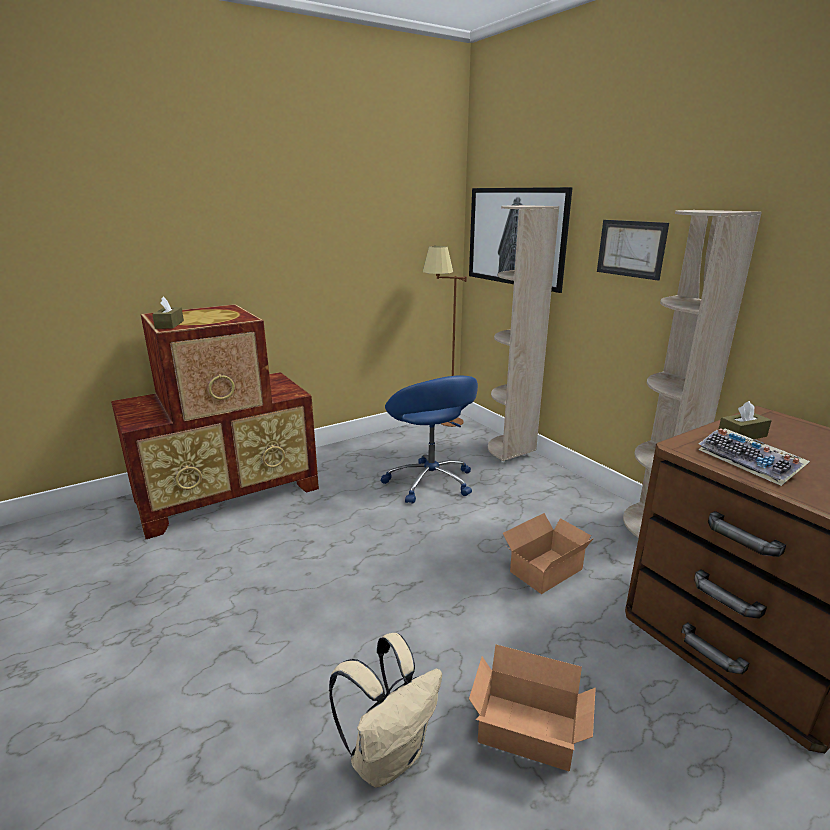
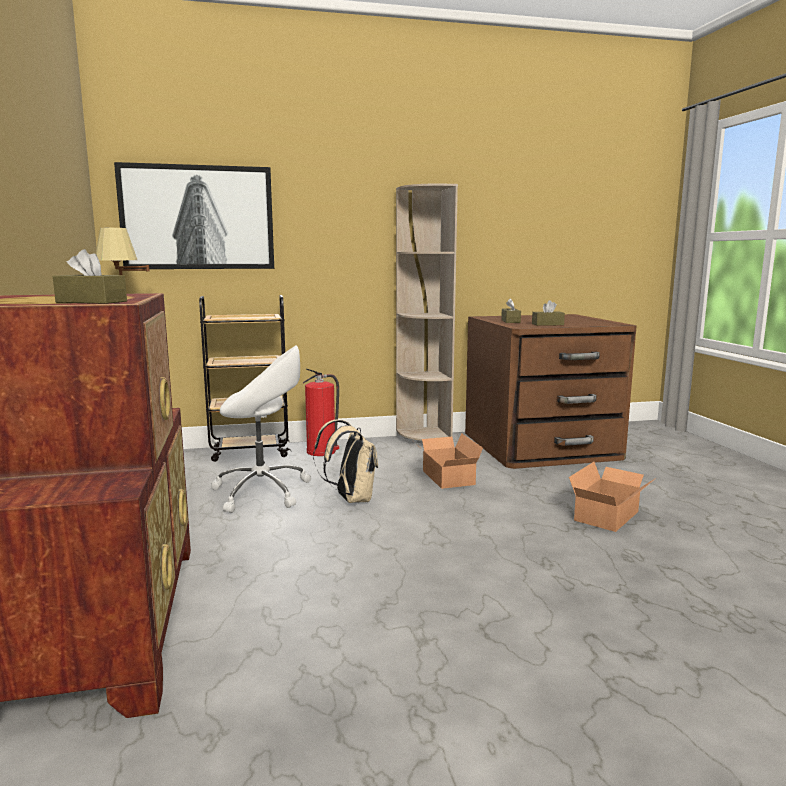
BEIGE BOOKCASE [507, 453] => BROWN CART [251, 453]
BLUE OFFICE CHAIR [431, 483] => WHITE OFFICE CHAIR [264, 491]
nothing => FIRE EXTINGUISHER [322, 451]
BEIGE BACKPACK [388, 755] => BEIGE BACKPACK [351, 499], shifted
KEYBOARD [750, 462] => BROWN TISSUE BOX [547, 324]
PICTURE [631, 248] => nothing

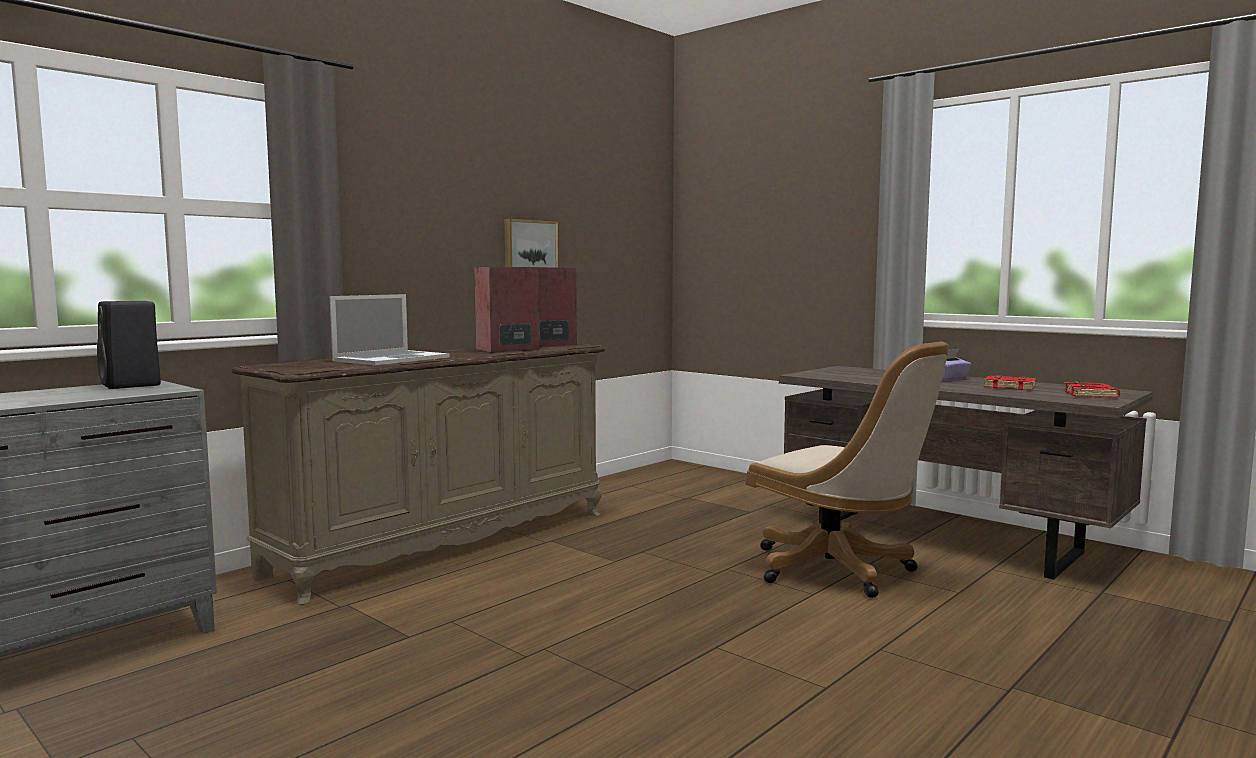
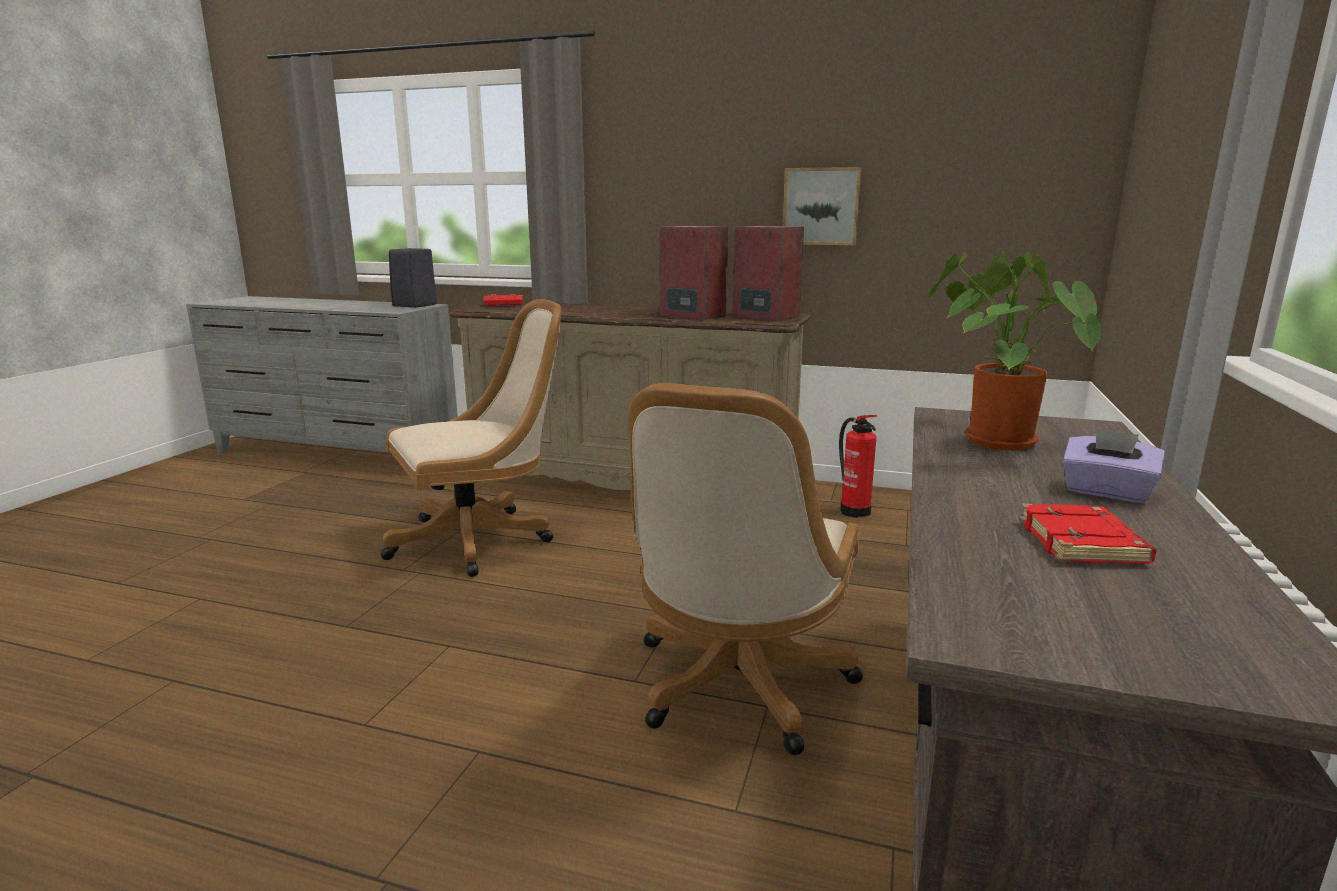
nothing => OFFICE CHAIR [481, 538]
RED BOOK [1091, 395] => RED BOOK [503, 304], shifted
nothing => FIRE EXTINGUISHER [853, 510]
nothing => POTTED PLANT [992, 440]
LAPTOP [391, 359] => nothing

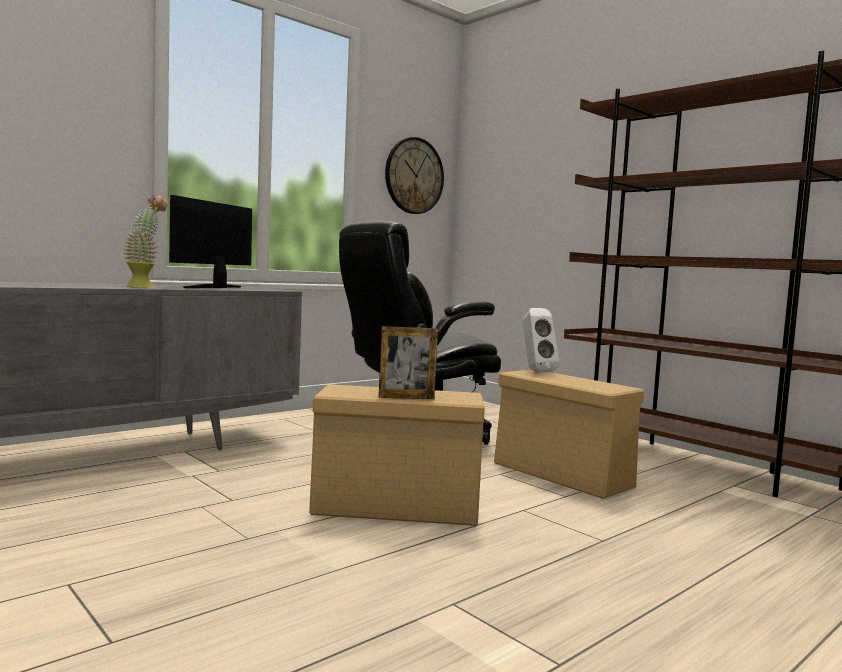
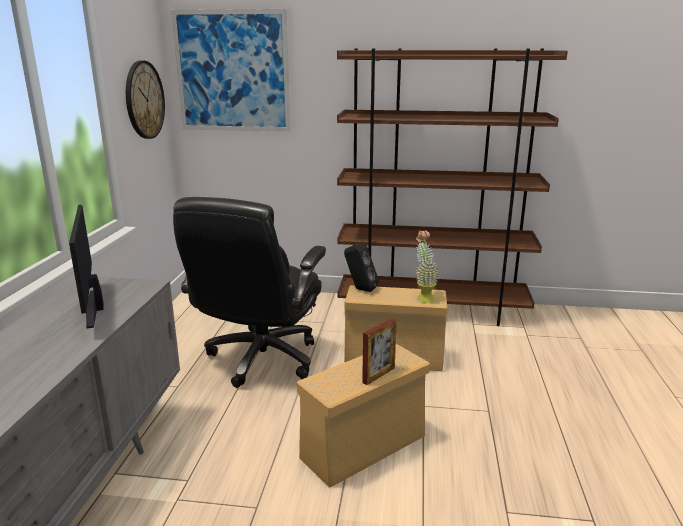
nothing => PICTURE [232, 72]
WHITE SPEAKER [535, 371] => BLACK SPEAKER [360, 289]
POTTED PLANT [145, 287] => POTTED PLANT [423, 297], shifted

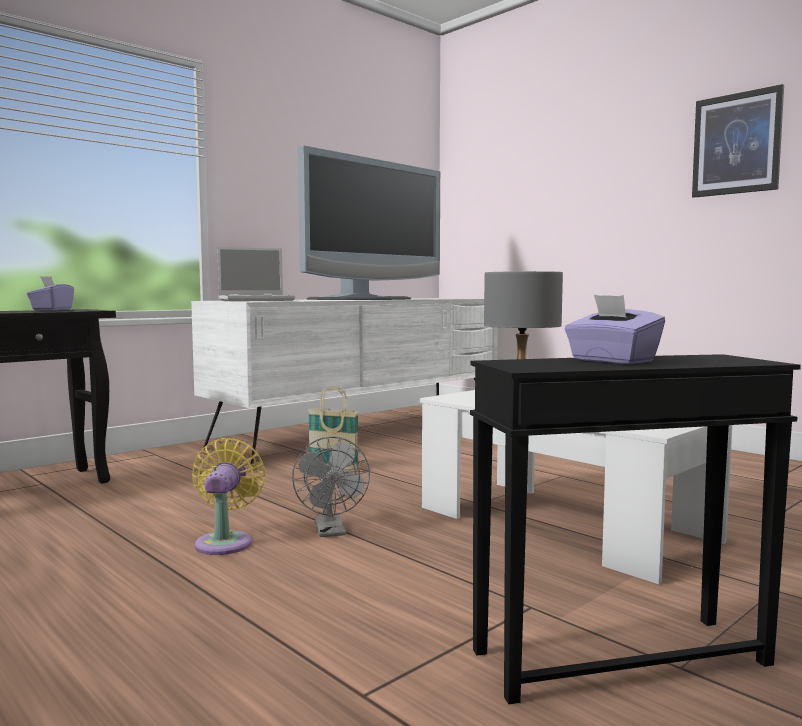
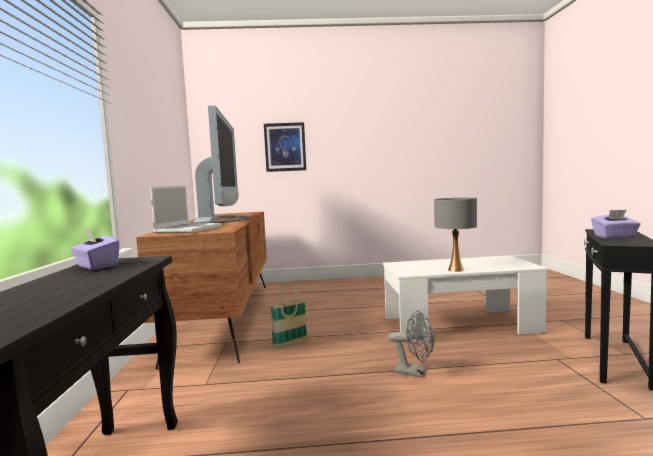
WHITE TV STAND [363, 432] => BROWN TV STAND [225, 317]
PICTURE [736, 144] => PICTURE [285, 147], shifted
YELLOW FAN [225, 541] => nothing

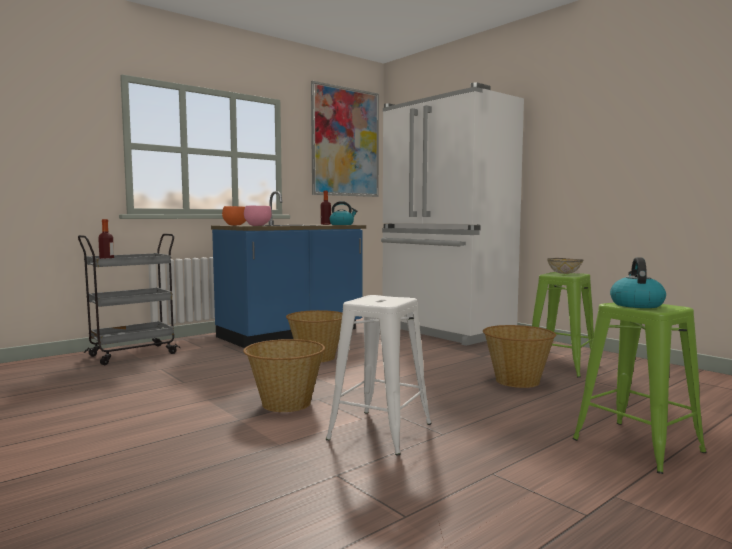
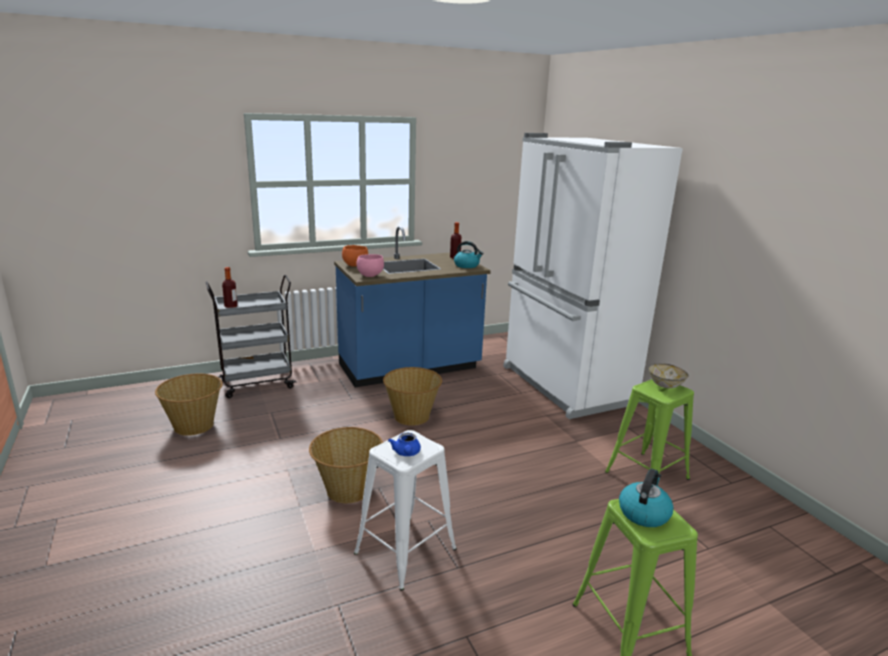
BASKET [517, 380] => BASKET [194, 425], shifted
nothing => BLUE TEAPOT [406, 453]
PICTURE [345, 142] => nothing

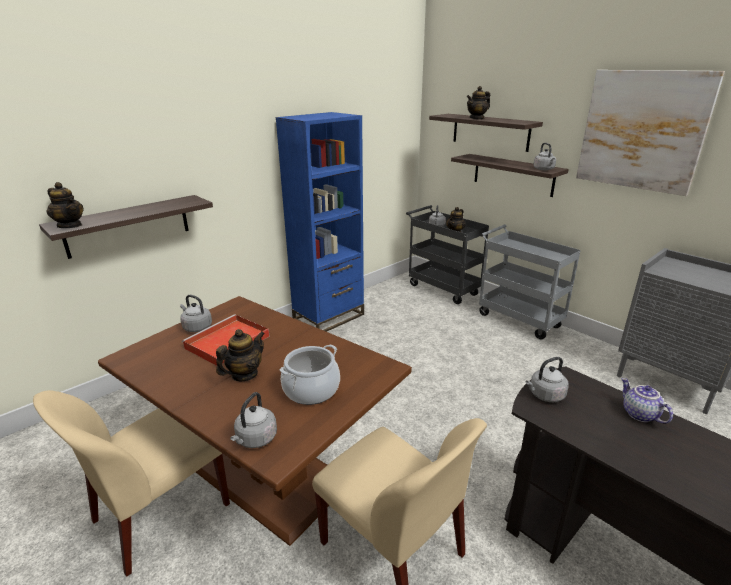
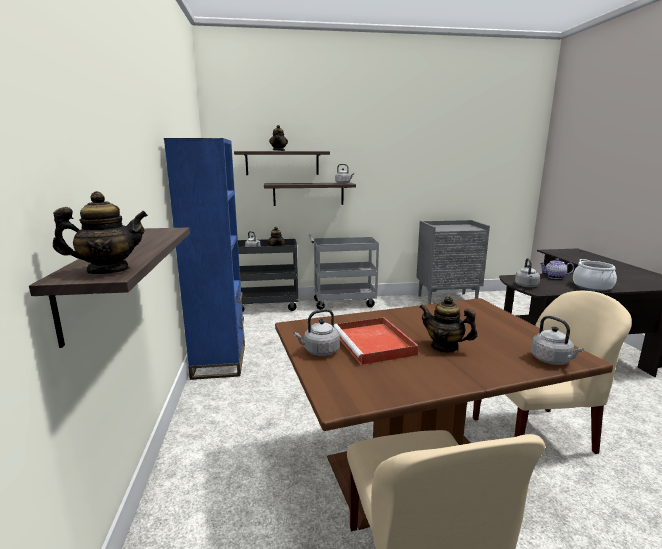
TEAPOT [244, 374] => TEAPOT [444, 347], 45 degrees counterclockwise
COOKING POT [311, 389] => COOKING POT [592, 286], shifted
PICTURE [642, 131] => nothing

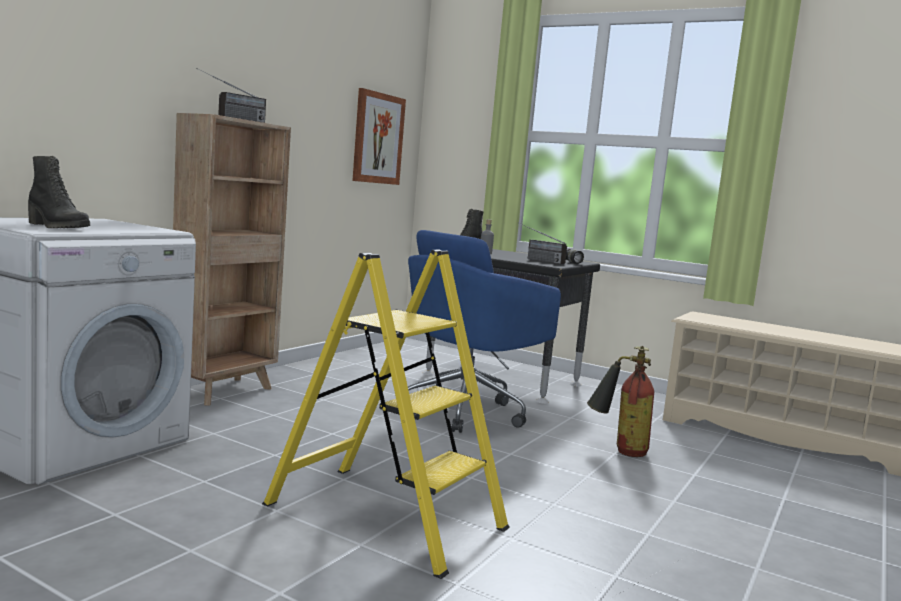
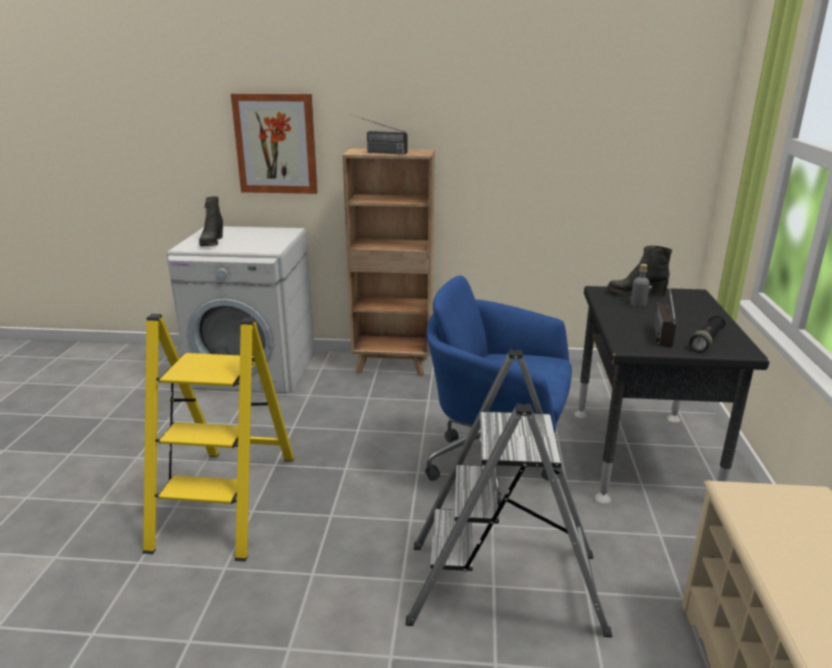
PICTURE [377, 138] => PICTURE [276, 144], shifted
FIRE EXTINGUISHER [618, 450] => GREY STEP LADDER [507, 586]

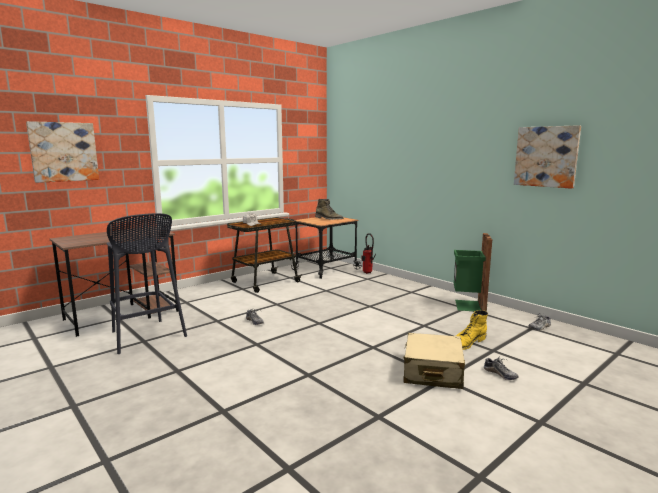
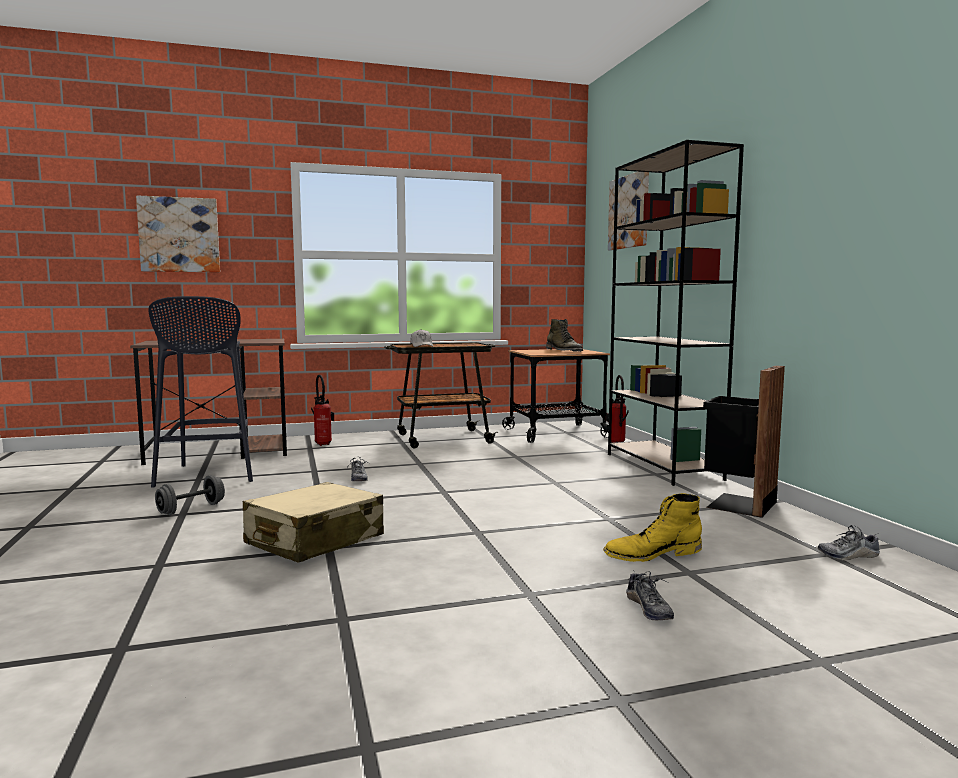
nothing => GREY DUMBBELL [191, 509]
BEIGE SUITCASE [432, 372] => BEIGE SUITCASE [314, 540], shifted
nothing => FIRE EXTINGUISHER [323, 443]
nothing => BEIGE BOOKCASE [663, 467]
PICTURE [546, 156] => PICTURE [629, 212], shifted
GREEN TRASH CAN [468, 305] => BLACK TRASH CAN [737, 504]

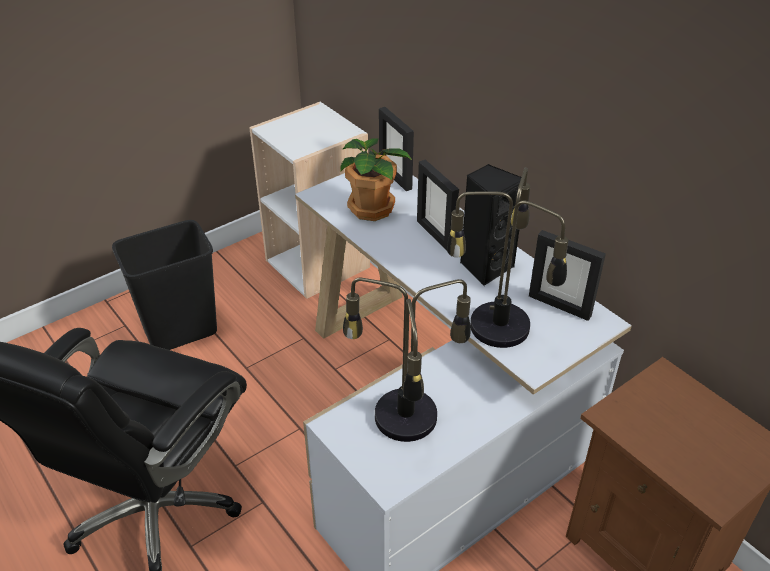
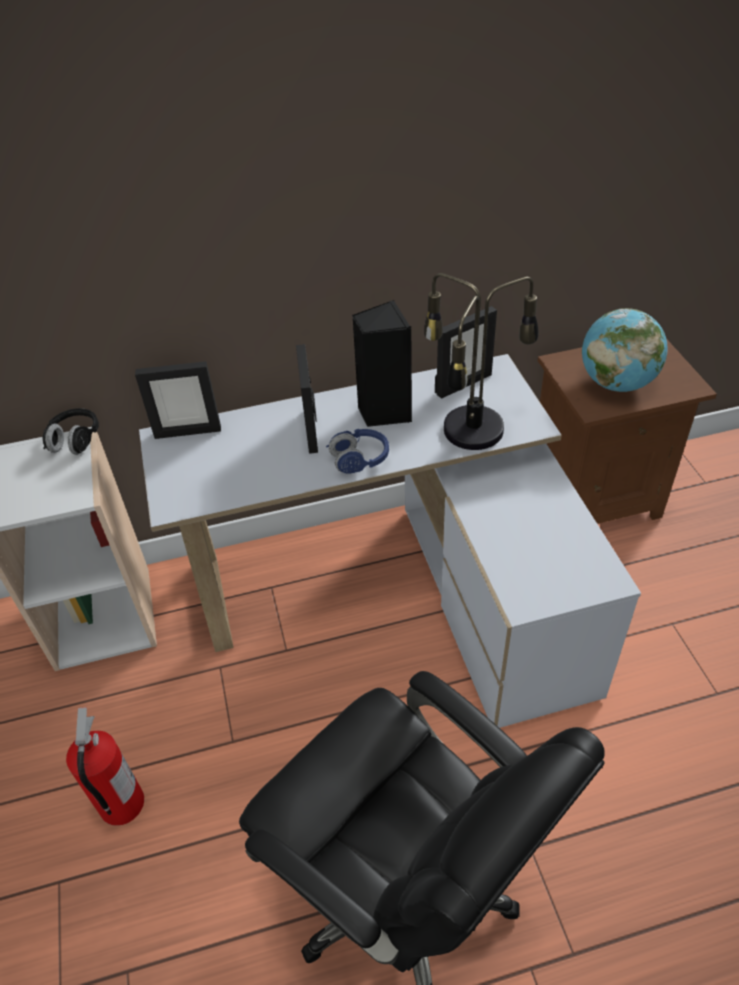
nothing => BLACK HEADPHONES [75, 440]
BLACK TRASH CAN [181, 331] => FIRE EXTINGUISHER [121, 805]
PICTURE FRAME [436, 234] => PICTURE FRAME [312, 430], 90 degrees clockwise
nothing => BLUE HEADPHONES [359, 460]
nothing => GLOBE [616, 383]
POTTED PLANT [372, 208] => nothing
TABLE LAMP [405, 418] => nothing

